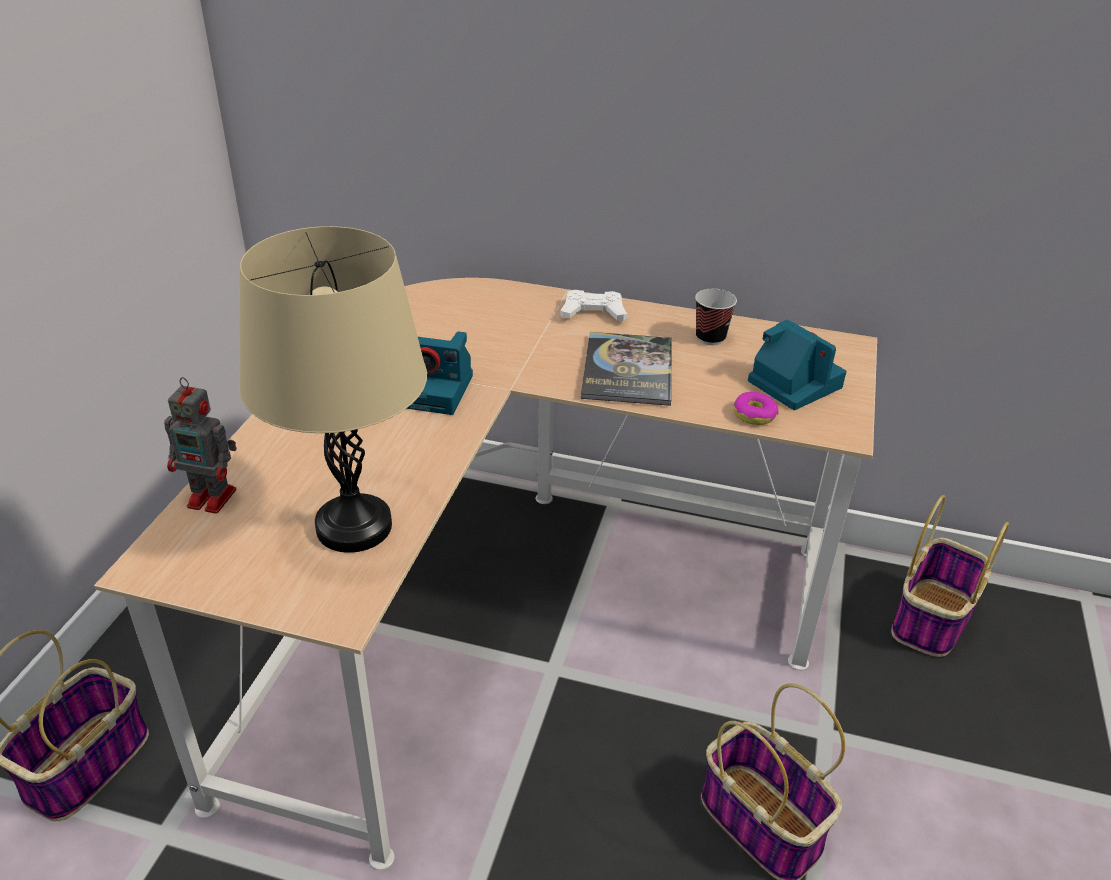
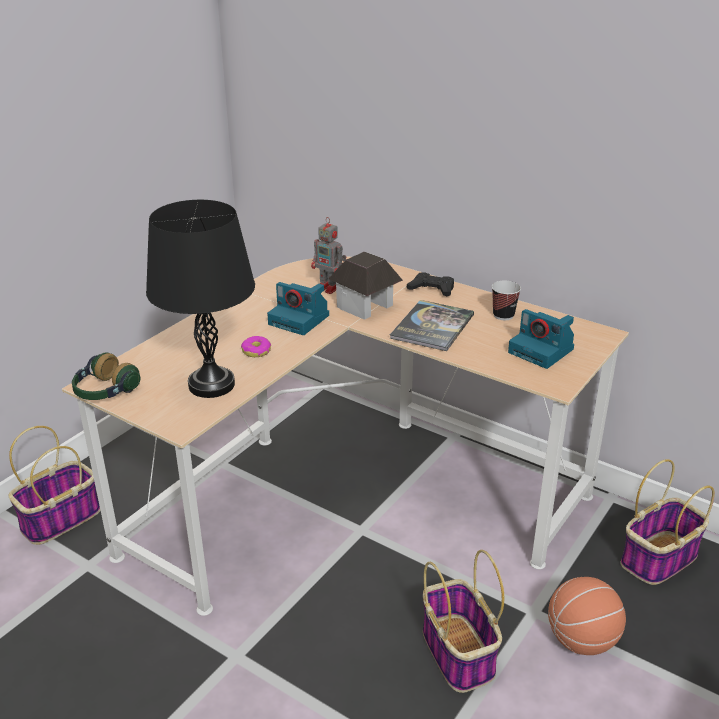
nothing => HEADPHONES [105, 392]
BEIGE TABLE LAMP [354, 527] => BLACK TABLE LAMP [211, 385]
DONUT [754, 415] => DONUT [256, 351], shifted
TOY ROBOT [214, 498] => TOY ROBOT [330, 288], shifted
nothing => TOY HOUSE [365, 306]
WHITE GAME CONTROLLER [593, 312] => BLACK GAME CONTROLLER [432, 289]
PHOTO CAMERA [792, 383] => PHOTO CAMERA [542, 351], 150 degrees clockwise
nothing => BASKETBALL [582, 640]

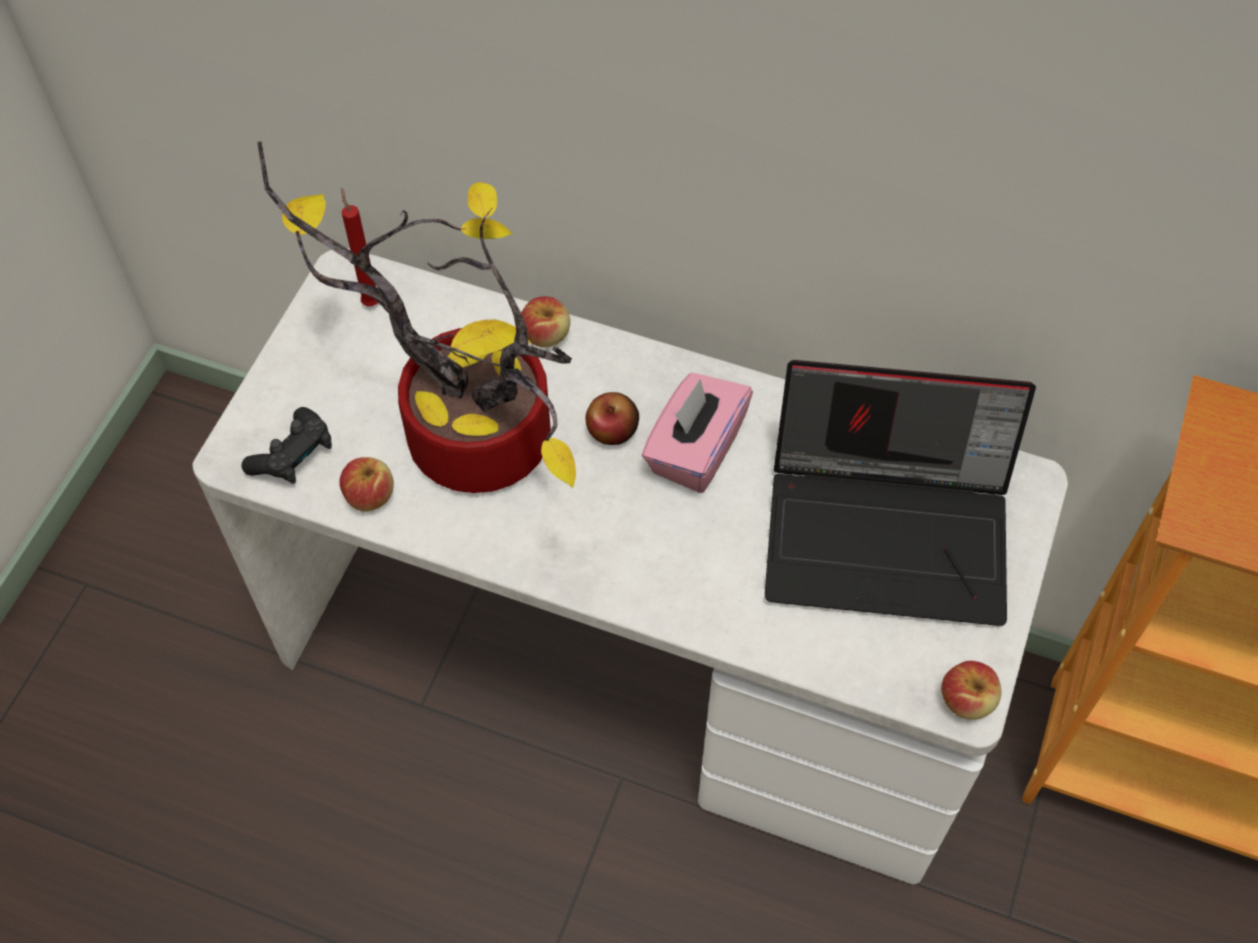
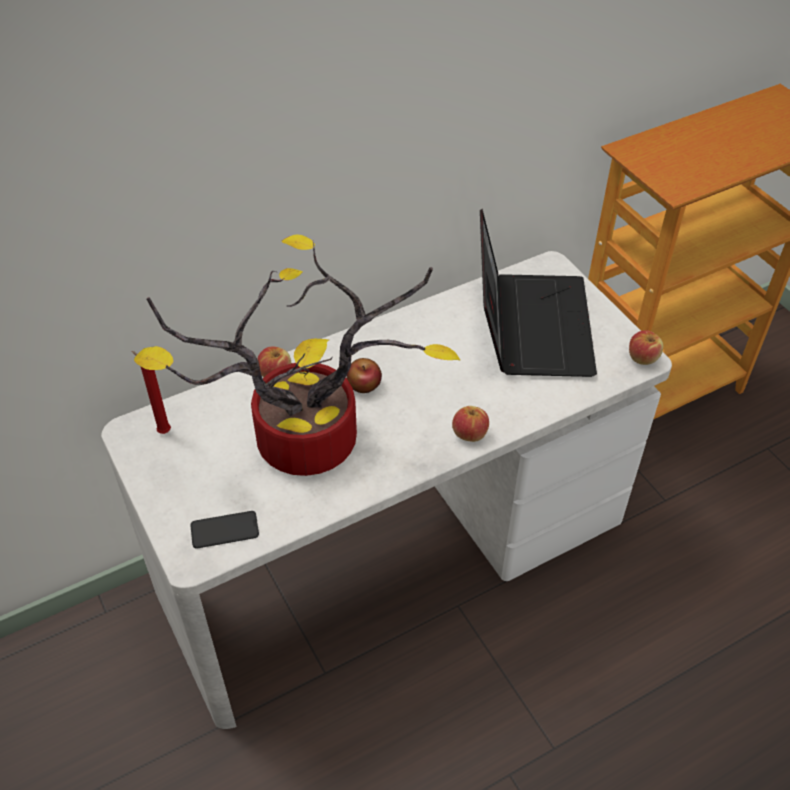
BLACK GAME CONTROLLER [293, 456] => PHONE [224, 530]
APPLE [369, 495] => APPLE [469, 433], shifted
LAPTOP [890, 531] => LAPTOP [529, 324], 45 degrees counterclockwise
PINK TISSUE BOX [695, 450] => nothing

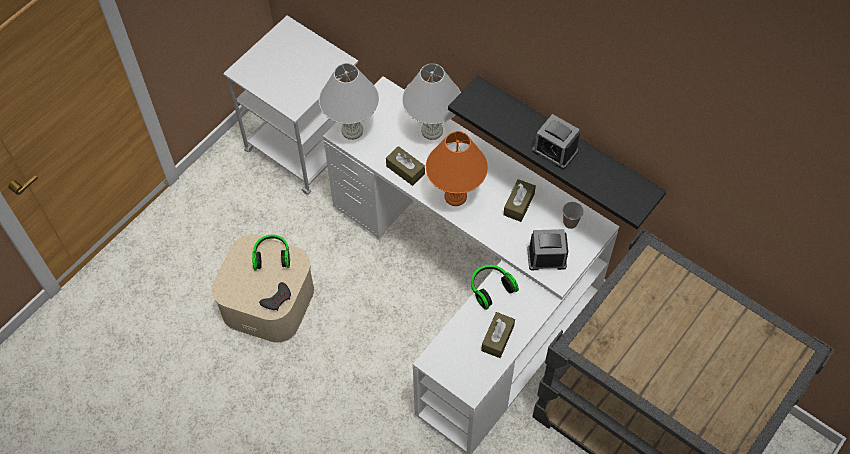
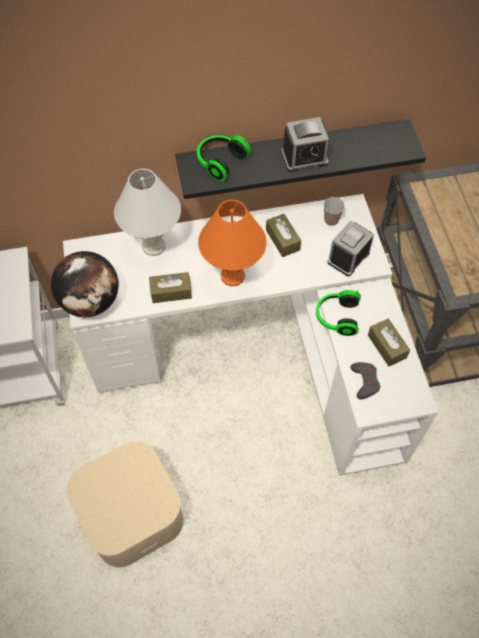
WHITE TABLE LAMP [352, 131] => GLOBE [91, 301]
HEADPHONES [272, 256] => HEADPHONES [219, 161], shifted
GREY GAME CONTROLLER [277, 299] => GREY GAME CONTROLLER [365, 381], shifted

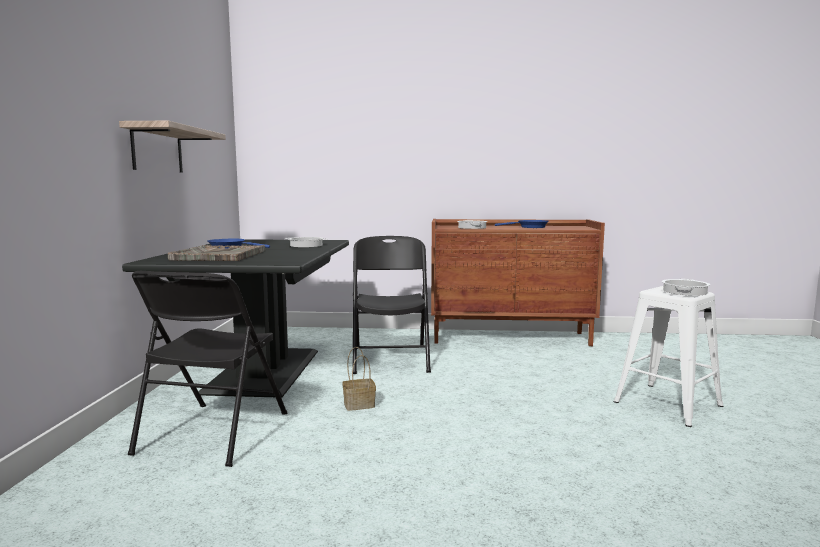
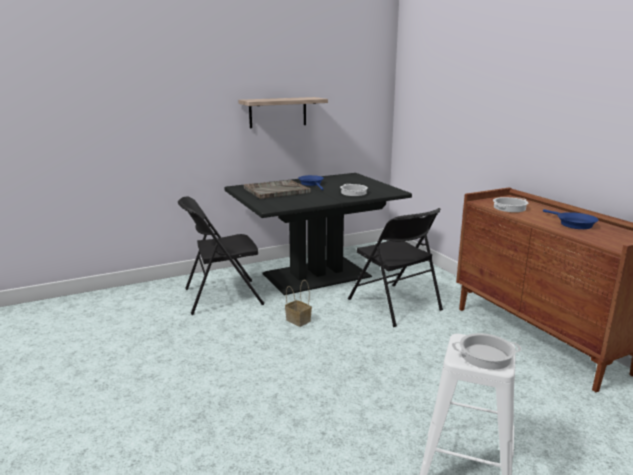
BLACK CHAIR [391, 359] => BLACK CHAIR [394, 304], 90 degrees clockwise

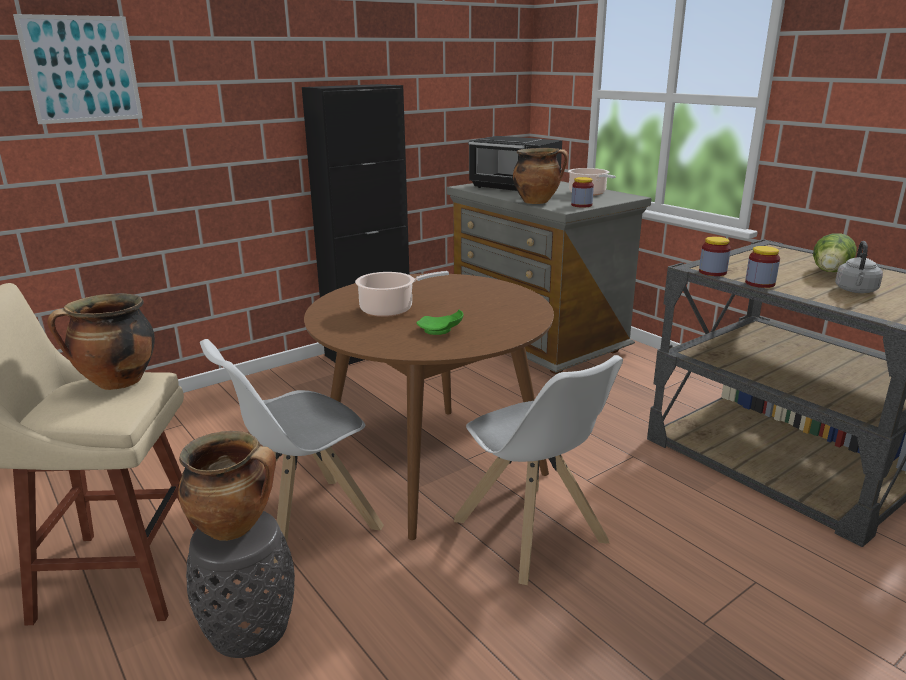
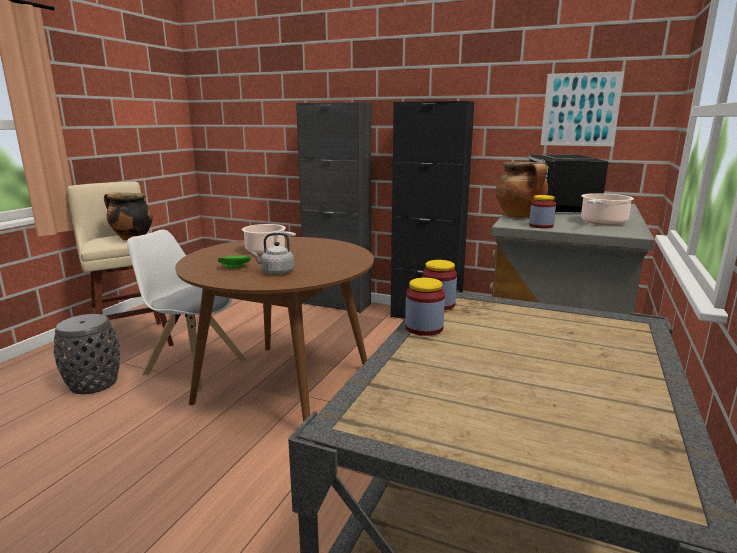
GREY KETTLE [856, 291] => GREY KETTLE [276, 272], shifted
nothing => BLACK CABINET [337, 304]
PICTURE [82, 69] => PICTURE [580, 109], shifted
COOKING POT [234, 527] => nothing
CHAIR [532, 534] => nothing
LETTUCE [830, 272] => nothing

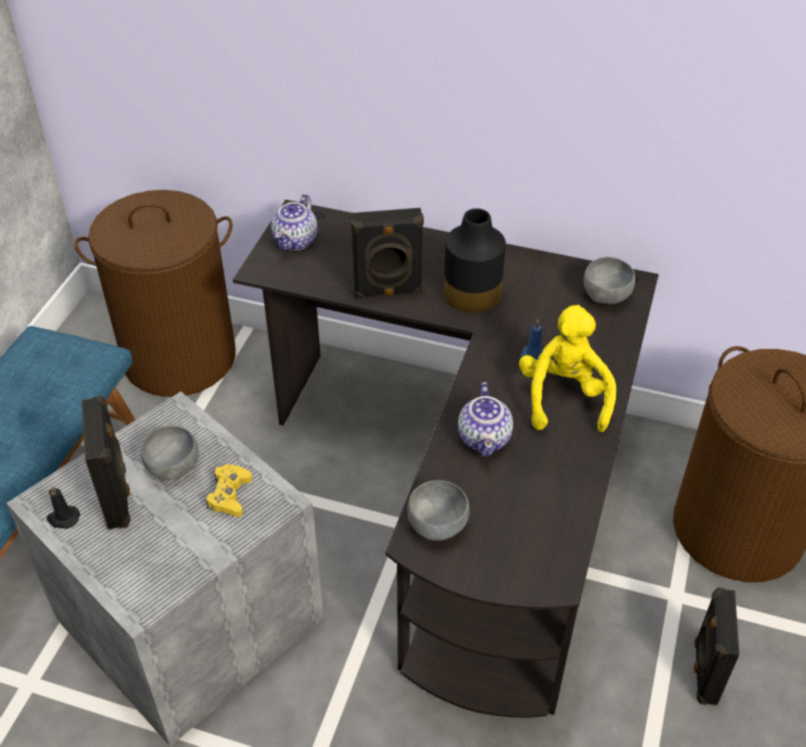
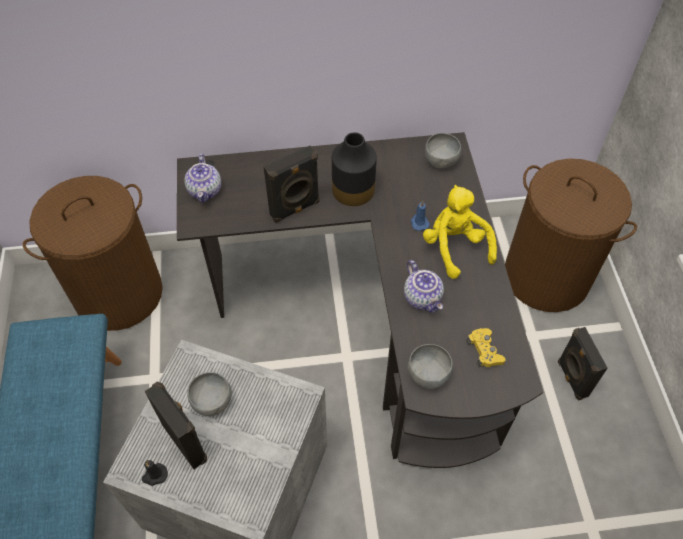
YELLOW GAME CONTROLLER [230, 495] => YELLOW GAME CONTROLLER [484, 351], shifted

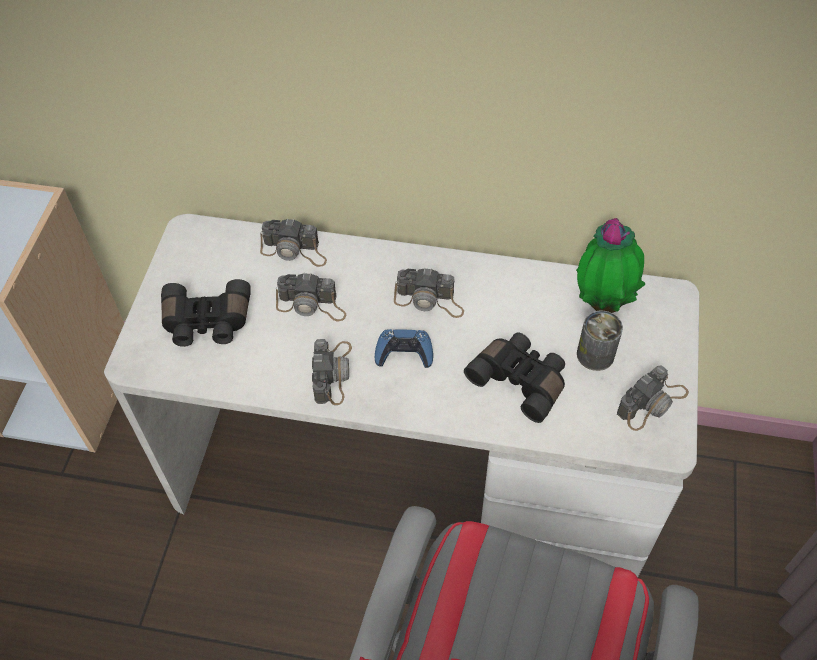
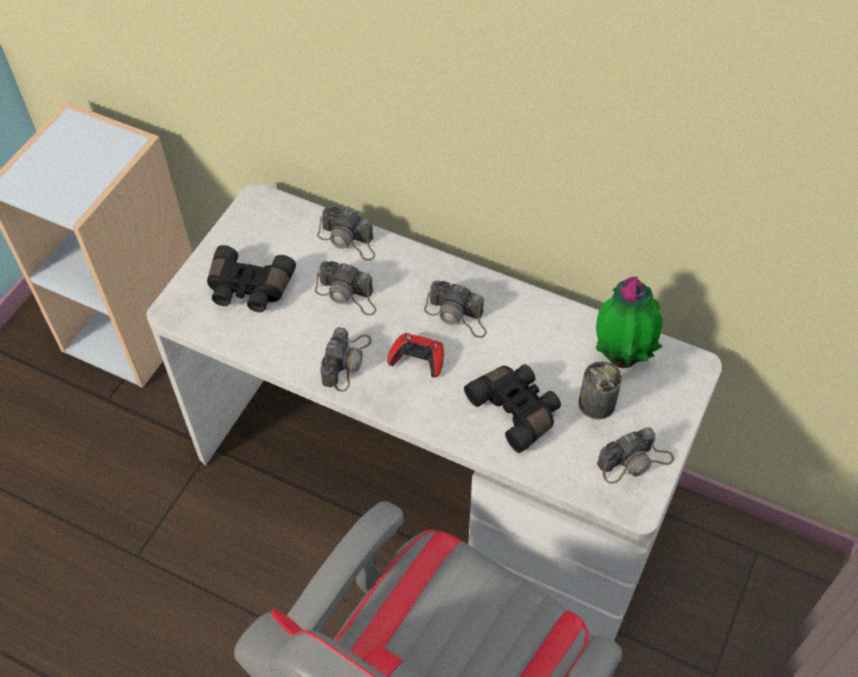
BLUE GAME CONTROLLER [404, 353] => RED GAME CONTROLLER [417, 358]

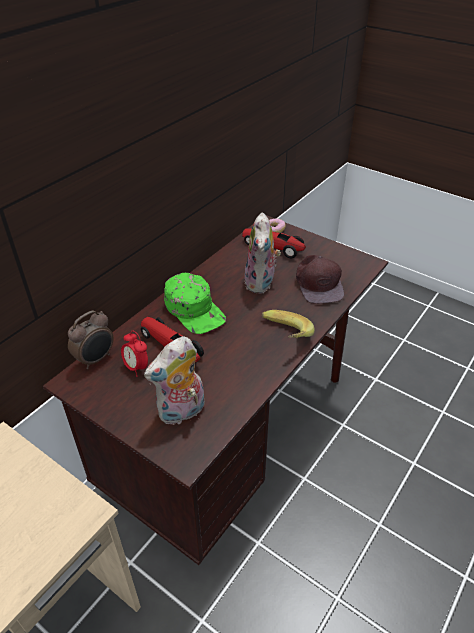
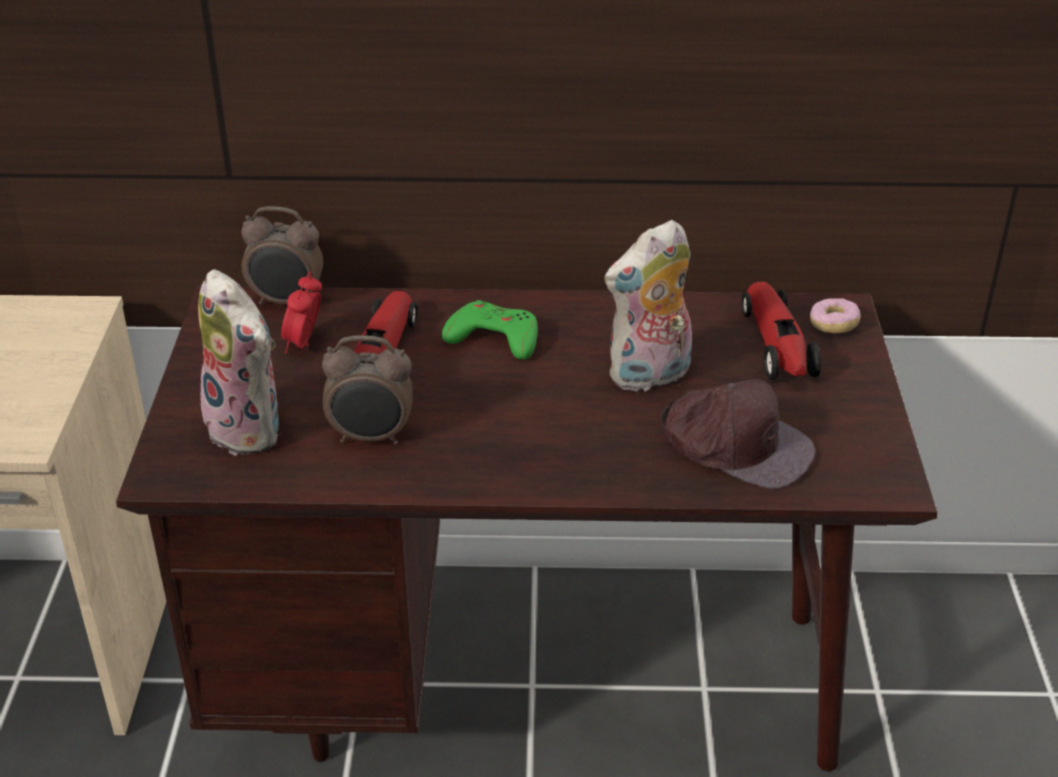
PLUSH TOY [181, 412] => PLUSH TOY [251, 429], 150 degrees counterclockwise
nothing => ALARM CLOCK [371, 437]
GREEN CAP [195, 309] => GREEN GAME CONTROLLER [494, 338]
BROWN CAP [319, 283] => BROWN CAP [735, 444], 105 degrees counterclockwise
BANANA [284, 337] => nothing

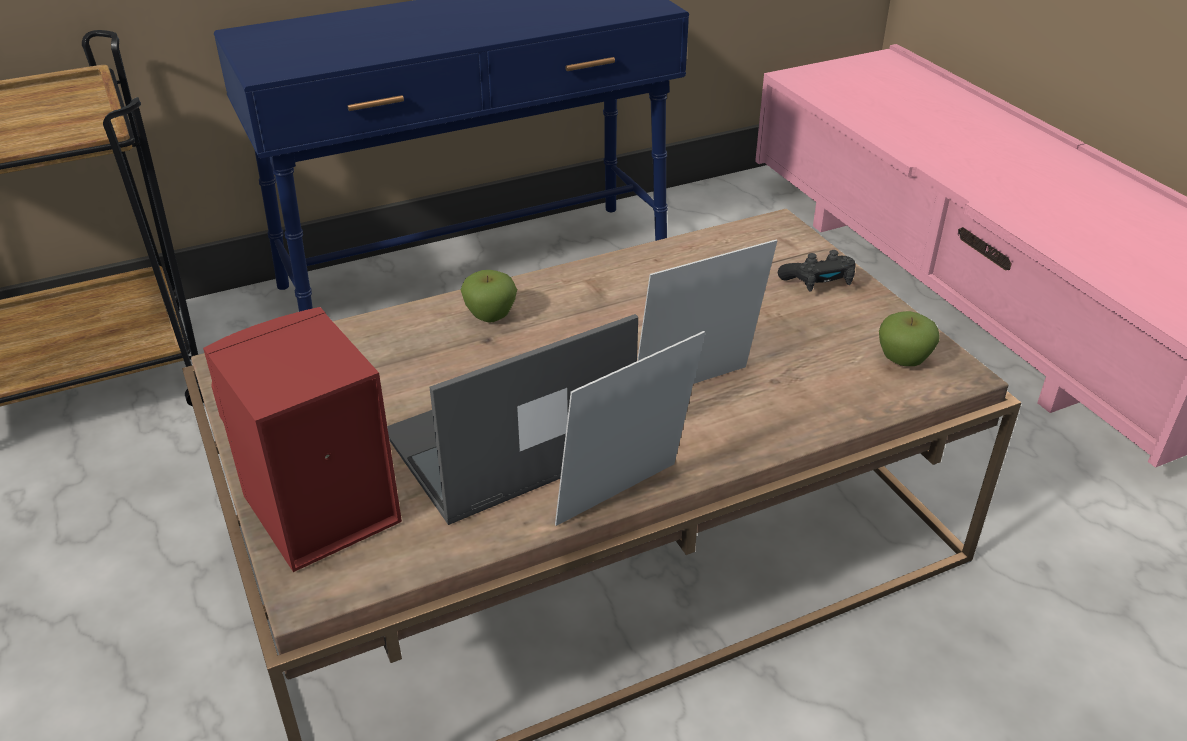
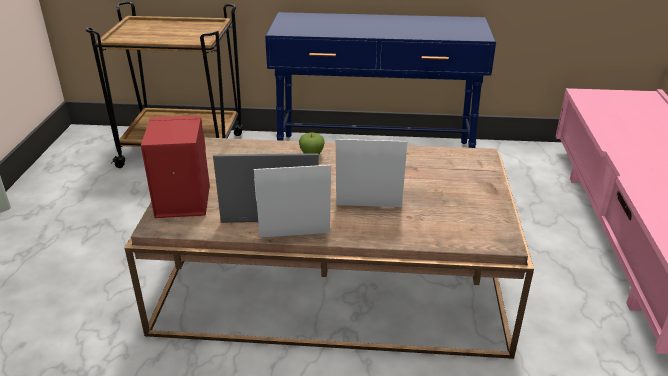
BLACK GAME CONTROLLER [818, 283] => nothing
APPLE [903, 361] => nothing

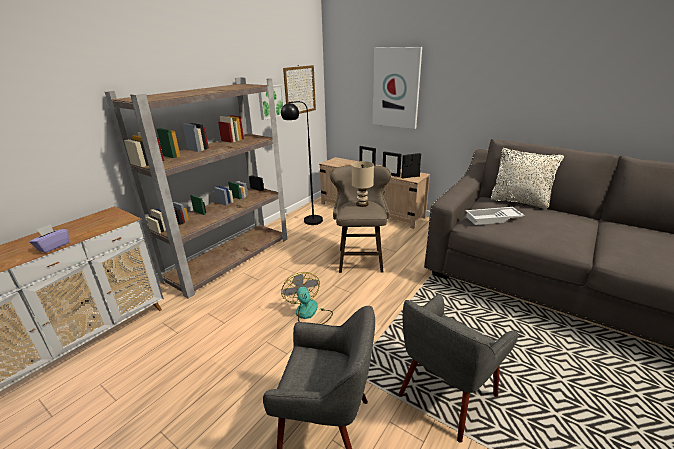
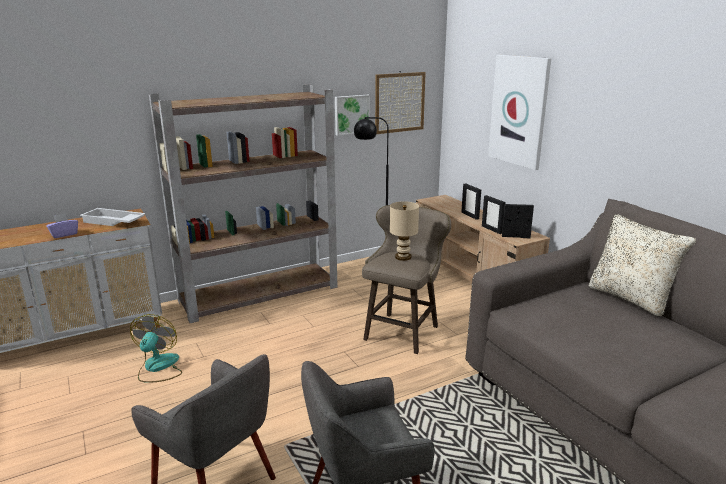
WHITE TRAY [493, 219] => WHITE TRAY [113, 222], shifted
FAN [309, 314] => FAN [158, 368], shifted

